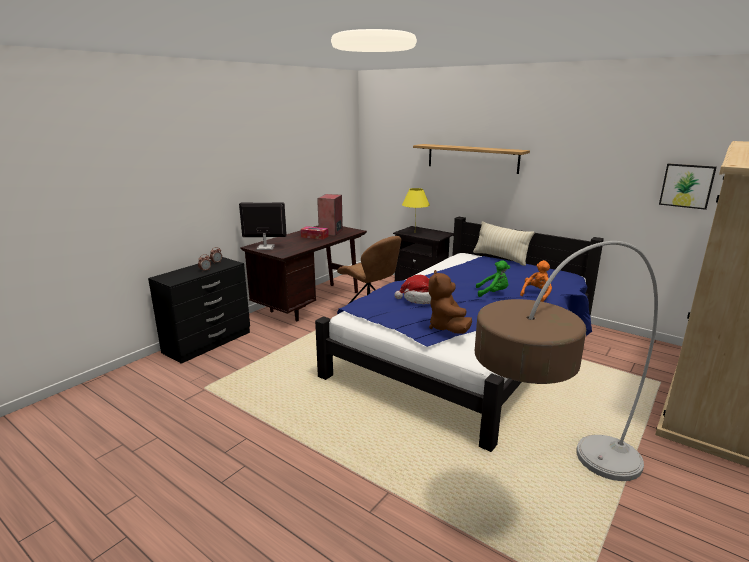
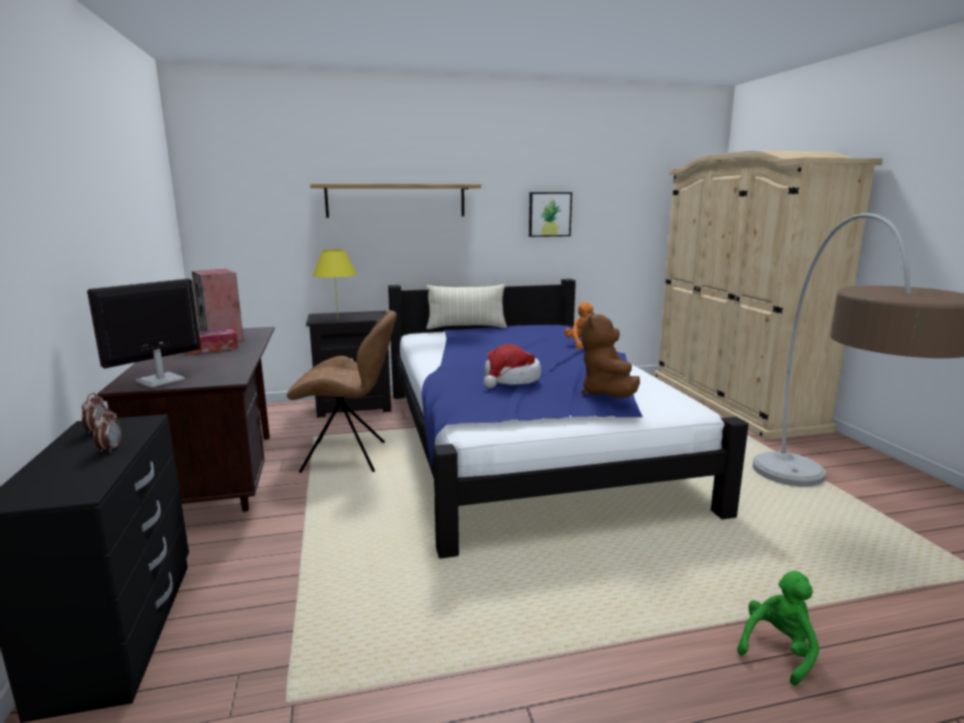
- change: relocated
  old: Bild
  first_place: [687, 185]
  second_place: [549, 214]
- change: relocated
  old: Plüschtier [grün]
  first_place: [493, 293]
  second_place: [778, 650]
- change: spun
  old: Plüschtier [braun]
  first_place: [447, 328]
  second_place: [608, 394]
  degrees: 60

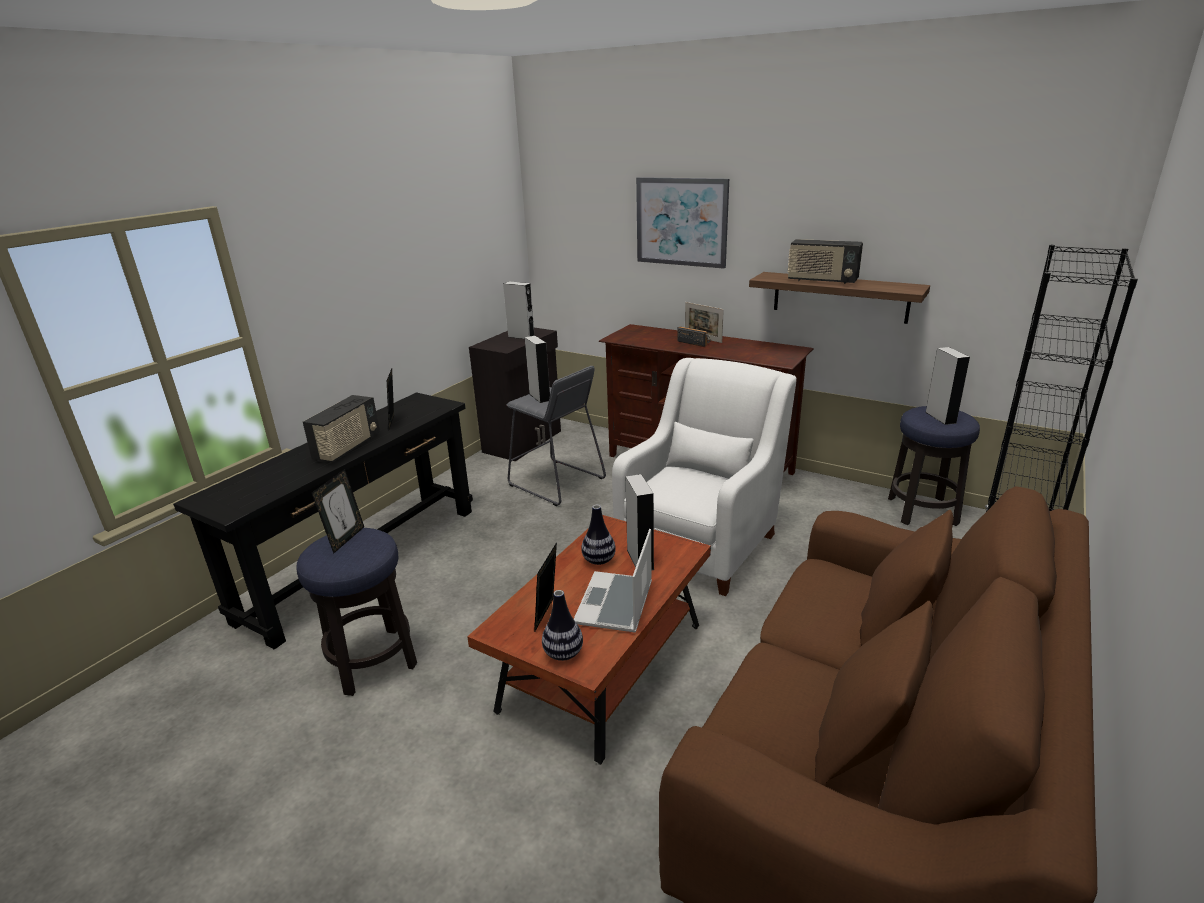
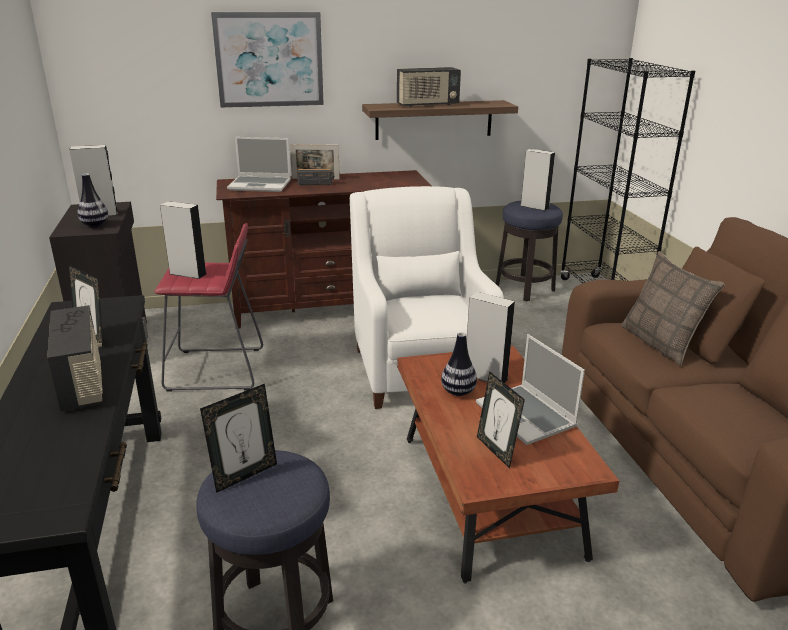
- change: colour
  old: Hocker [grau]
  new: Hocker [rot]
  first_place: [556, 482]
  second_place: [216, 369]
- change: spun
  old: Bilderrahmen
  first_place: [345, 539]
  second_place: [244, 475]
  degrees: 75
- change: relocated
  old: Vase
  first_place: [563, 654]
  second_place: [95, 225]
- change: appeared
  new: Laptop
  second_place: [261, 185]
- change: appeared
  new: Kissen
  second_place: [660, 343]

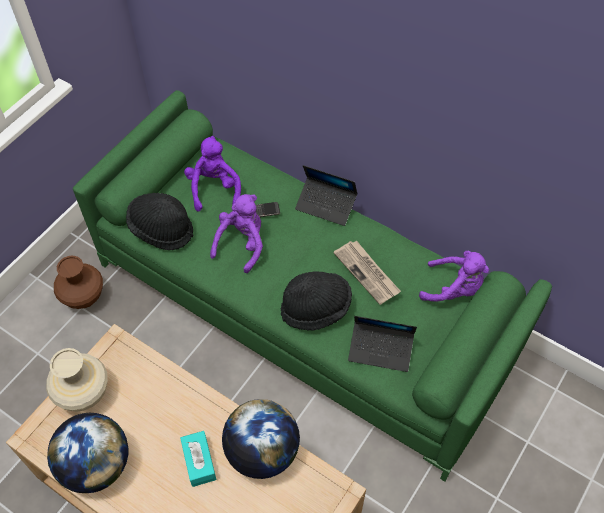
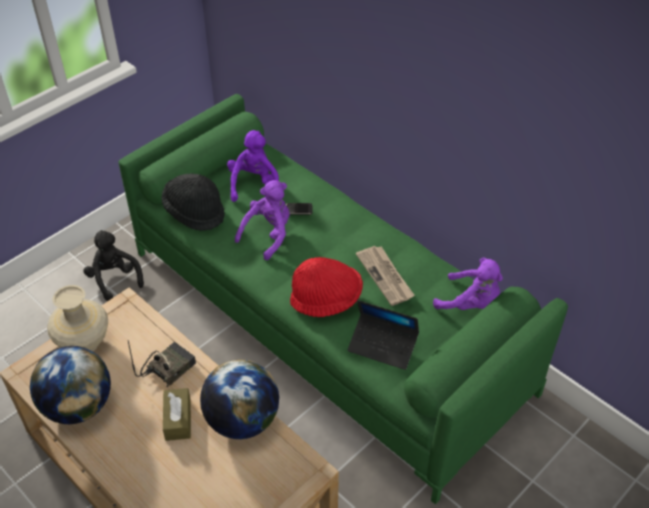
- change: missing
  old: Laptop
  first_place: [326, 205]
- change: exchanged
  old: Vase [braun]
  new: Plüschtier [schwarz]
  first_place: [84, 297]
  second_place: [114, 279]
- change: colour
  old: Hut [schwarz]
  new: Hut [rot]
  first_place: [316, 308]
  second_place: [326, 300]
- change: colour
  old: Taschentuchbox [türkis]
  new: Taschentuchbox [braun]
  first_place: [199, 462]
  second_place: [178, 419]
- change: appeared
  new: Radio
  second_place: [168, 367]

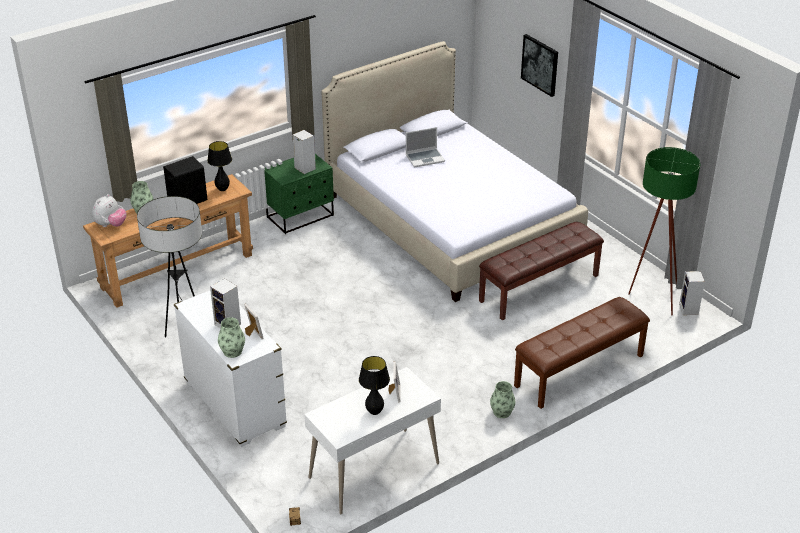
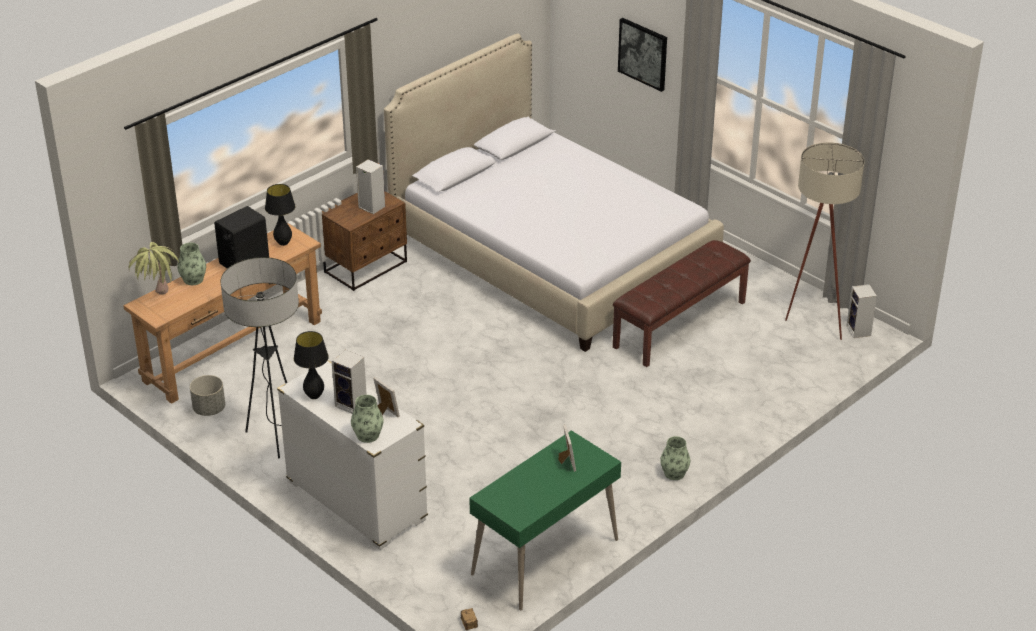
- change: missing
  old: Laptop
  first_place: [425, 158]
- change: colour
  old: Stehlampe [grün]
  new: Stehlampe [beige]
  first_place: [652, 297]
  second_place: [814, 321]
- change: colour
  old: Nachttisch [grün]
  new: Nachttisch [braun]
  first_place: [301, 216]
  second_place: [366, 267]
- change: exchanged
  old: Plüschtier
  new: Topfpflanze
  first_place: [111, 225]
  second_place: [158, 301]
- change: missing
  old: Bank [braun]
  first_place: [579, 371]
- change: relocated
  old: Tischlampe [schwarz]
  first_place: [374, 412]
  second_place: [314, 396]
- change: colour
  old: Schreibtisch [weiß]
  new: Schreibtisch [grün]
  first_place: [374, 471]
  second_place: [545, 557]
- change: appeared
  new: Pflanzkübel [grau]
  second_place: [209, 409]

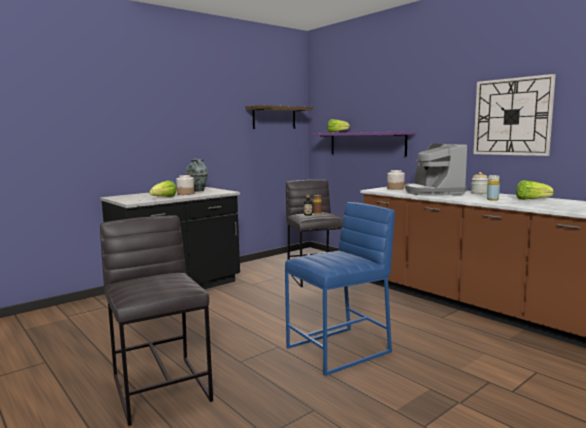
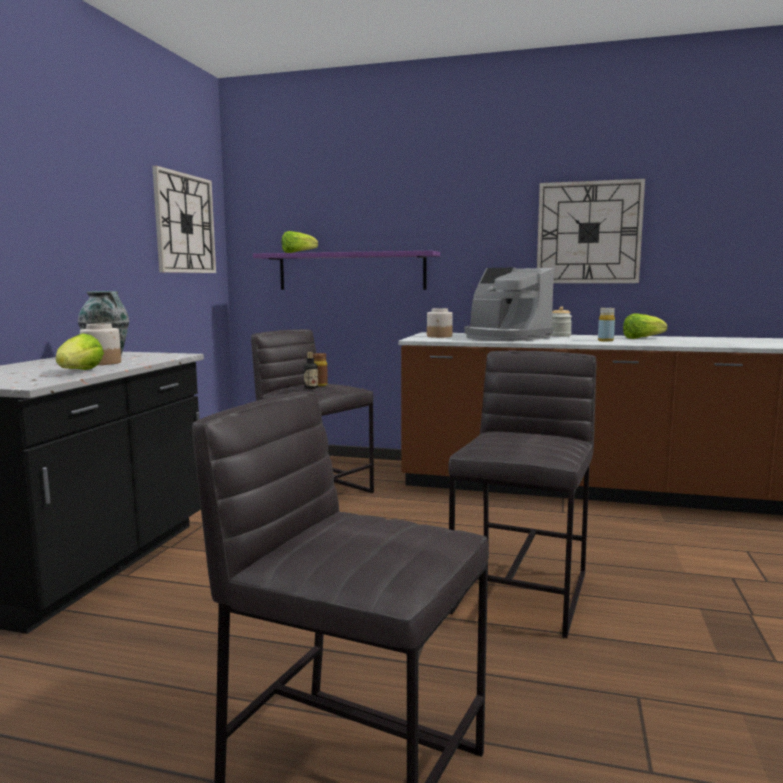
- change: exchanged
  old: Wandregal
  new: Wanduhr
  first_place: [274, 118]
  second_place: [185, 223]
- change: colour
  old: Hocker [blau]
  new: Hocker [grau]
  first_place: [339, 350]
  second_place: [522, 592]

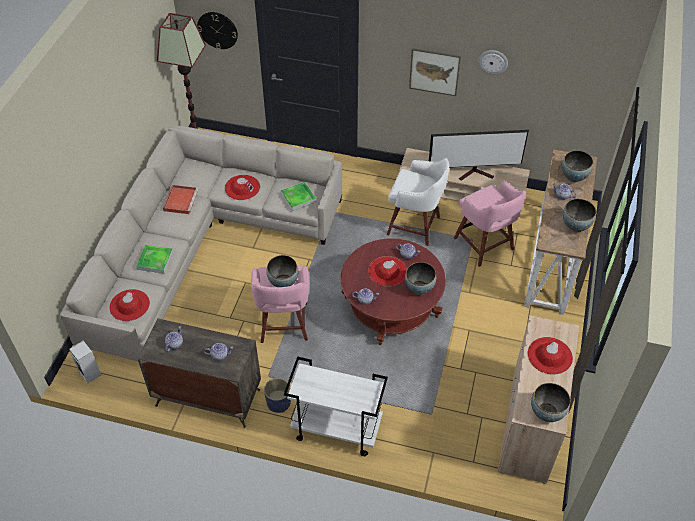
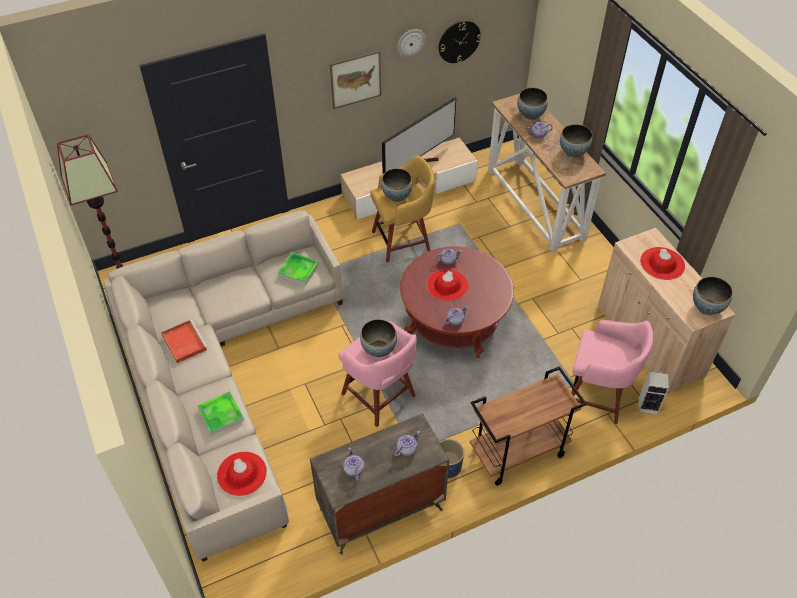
- change: relocated
  old: Wanduhr
  first_place: [217, 30]
  second_place: [459, 41]
- change: colour
  old: Hocker [weiß]
  new: Hocker [gelb]
  first_place: [415, 226]
  second_place: [403, 241]
- change: missing
  old: Hut [rot]
  first_place: [242, 187]
- change: relocated
  old: Hocker [rosa]
  first_place: [484, 245]
  second_place: [597, 396]
- change: relocated
  old: Schüssel
  first_place: [419, 288]
  second_place: [396, 196]
- change: relocated
  old: Lautsprecher
  first_place: [91, 374]
  second_place: [649, 405]
- change: colour
  old: Rollwagen [weiß]
  new: Rollwagen [braun]
  first_place: [335, 430]
  second_place: [517, 453]

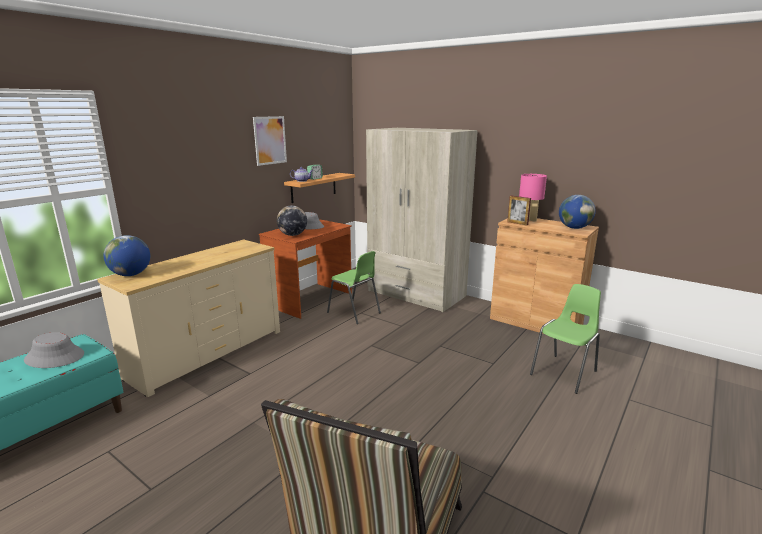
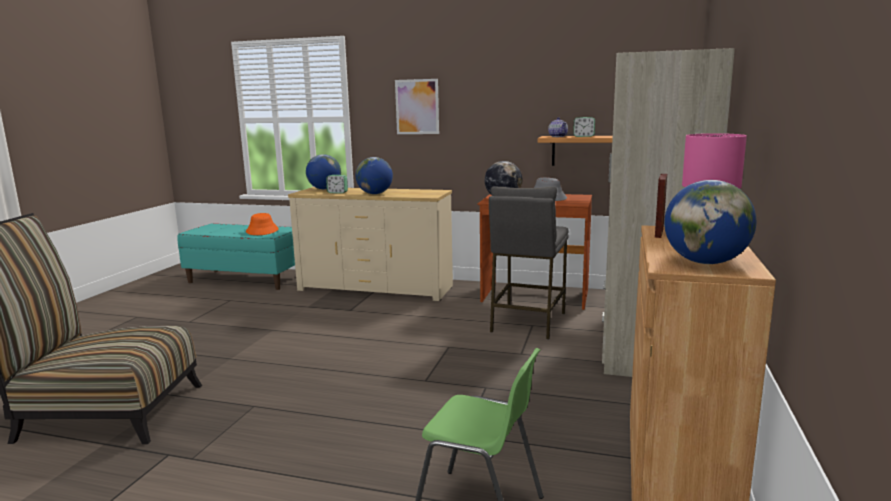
- change: relocated
  old: Bild
  first_place: [270, 140]
  second_place: [417, 107]
- change: exchanged
  old: Stuhl [grün]
  new: Hocker [grau]
  first_place: [354, 313]
  second_place: [527, 322]
- change: colour
  old: Hut [grau]
  new: Hut [orange]
  first_place: [55, 357]
  second_place: [262, 231]
- change: appeared
  new: Globus
  second_place: [375, 194]
- change: appeared
  new: Wecker
  second_place: [337, 192]

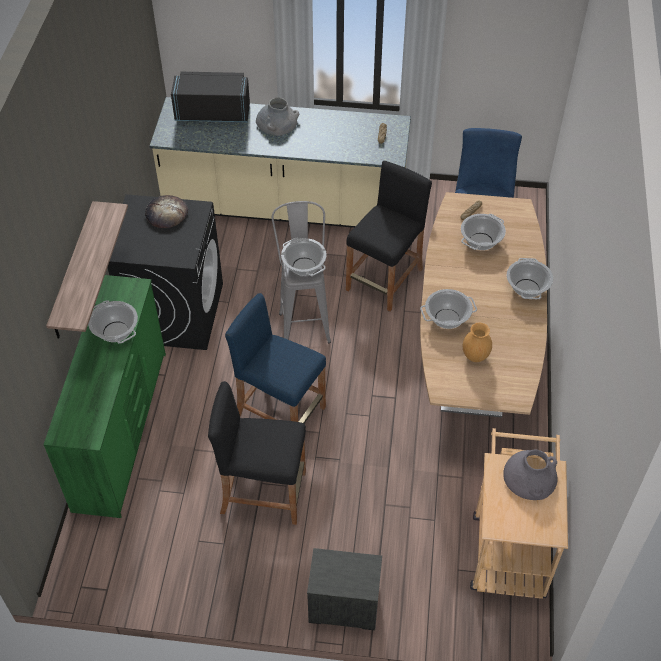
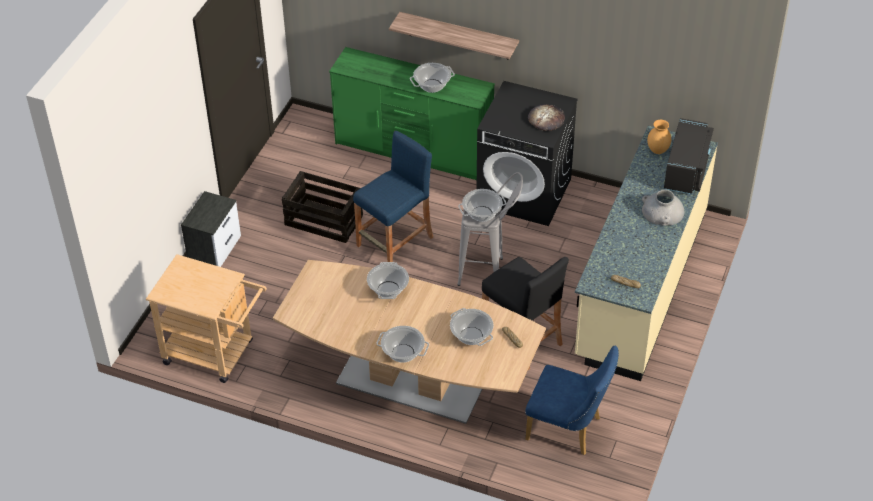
- change: relocated
  old: Vase [braun]
  first_place: [475, 356]
  second_place: [658, 150]
- change: exchanged
  old: Hocker [schwarz]
  new: Kiste
  first_place: [263, 493]
  second_place: [324, 220]
- change: missing
  old: Vase [grau]
  first_place: [530, 476]

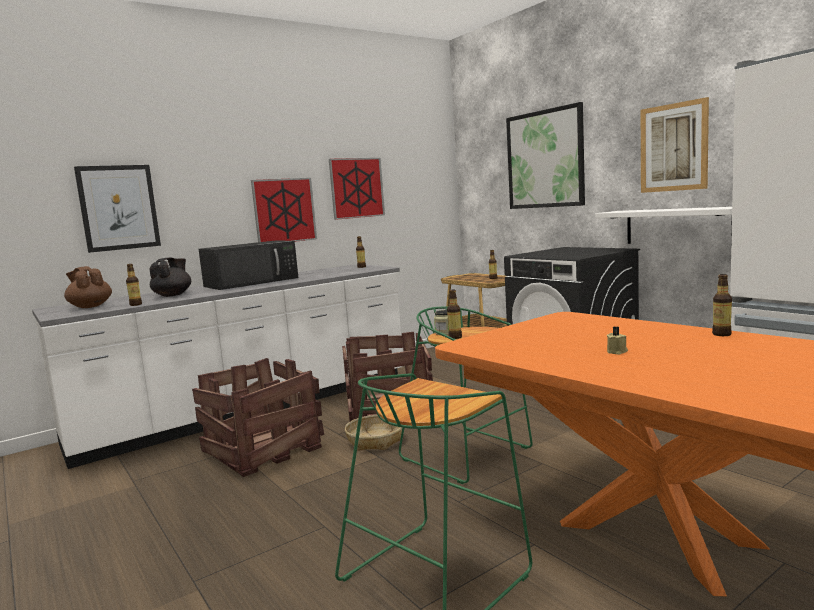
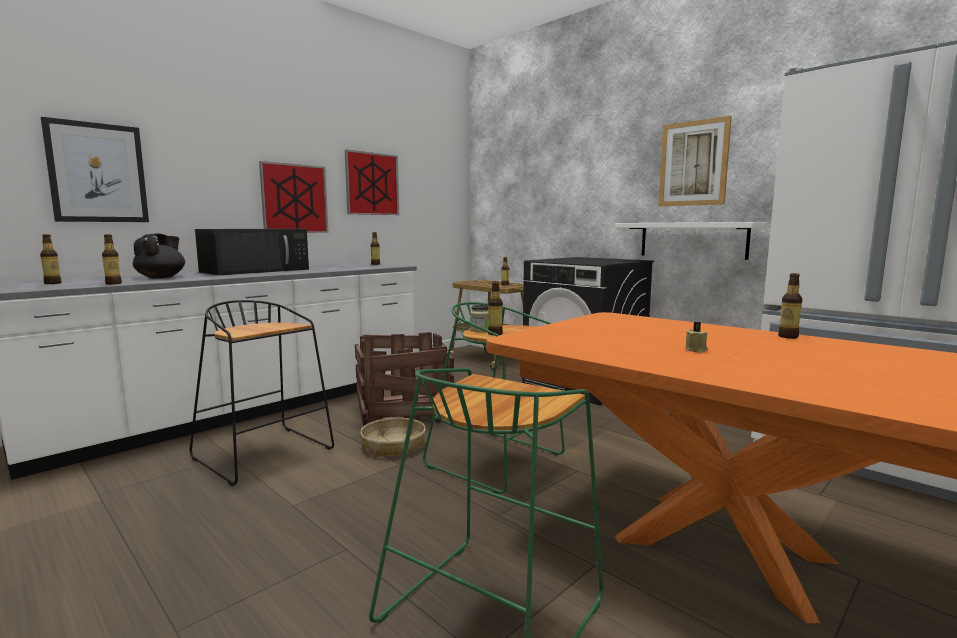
- change: missing
  old: Bild
  first_place: [545, 159]
- change: exchanged
  old: Teekanne [braun]
  new: Flasche
  first_place: [90, 306]
  second_place: [53, 283]
- change: exchanged
  old: Kiste
  new: Hocker [schwarz]
  first_place: [264, 448]
  second_place: [266, 454]

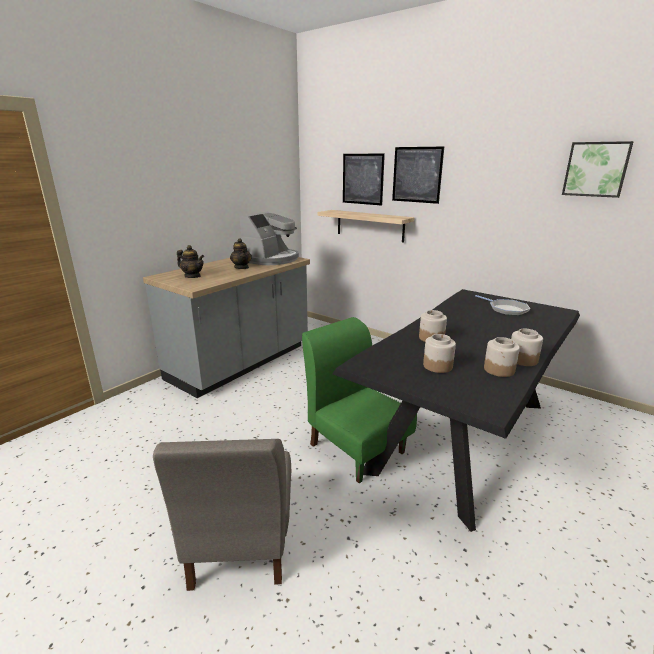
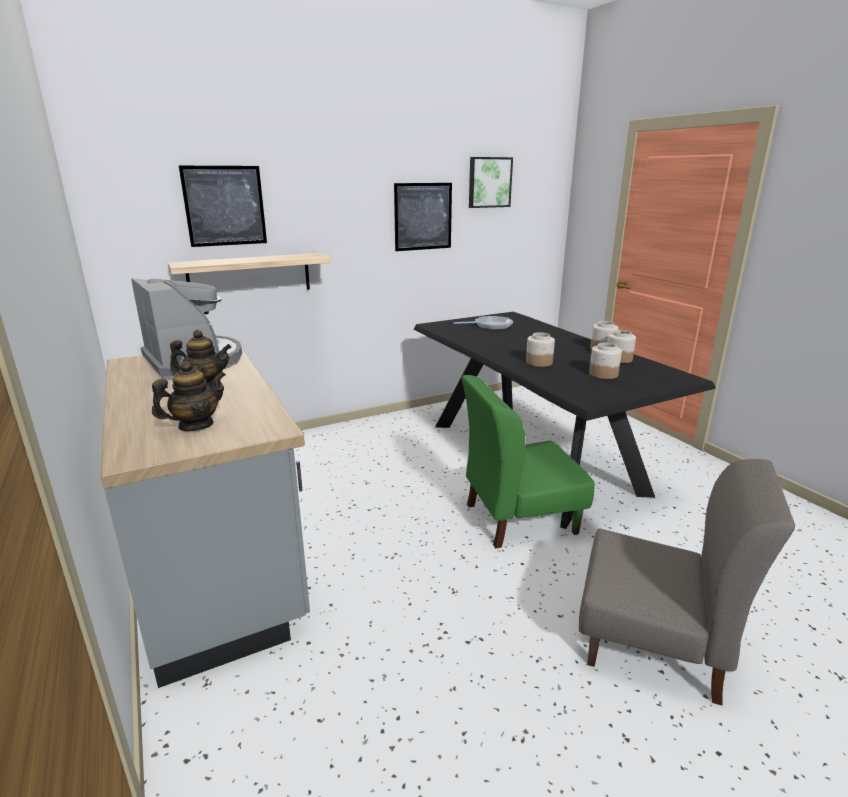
- change: relocated
  old: Bild
  first_place: [417, 175]
  second_place: [423, 216]

